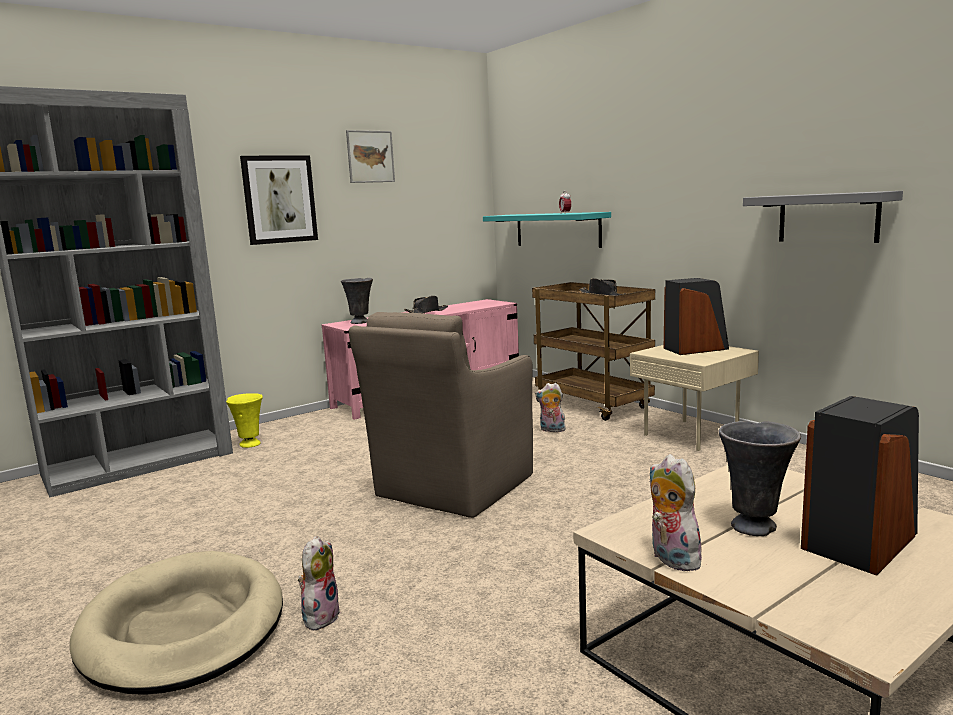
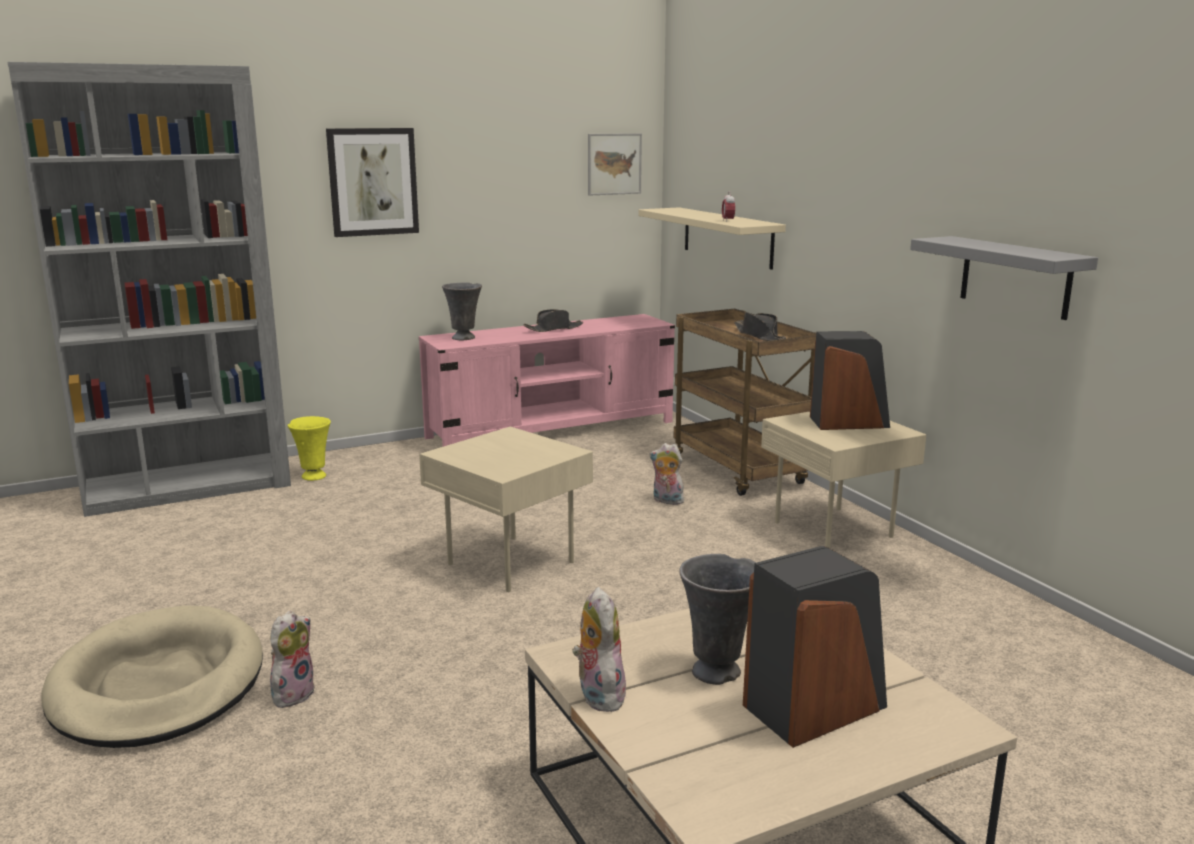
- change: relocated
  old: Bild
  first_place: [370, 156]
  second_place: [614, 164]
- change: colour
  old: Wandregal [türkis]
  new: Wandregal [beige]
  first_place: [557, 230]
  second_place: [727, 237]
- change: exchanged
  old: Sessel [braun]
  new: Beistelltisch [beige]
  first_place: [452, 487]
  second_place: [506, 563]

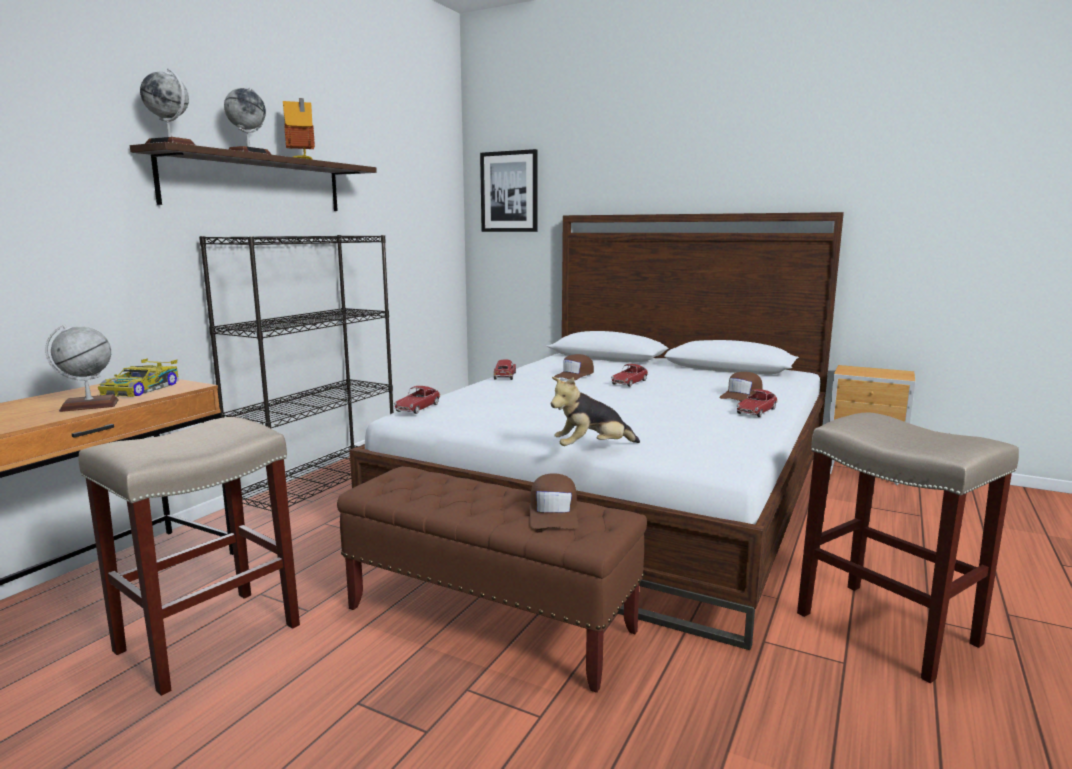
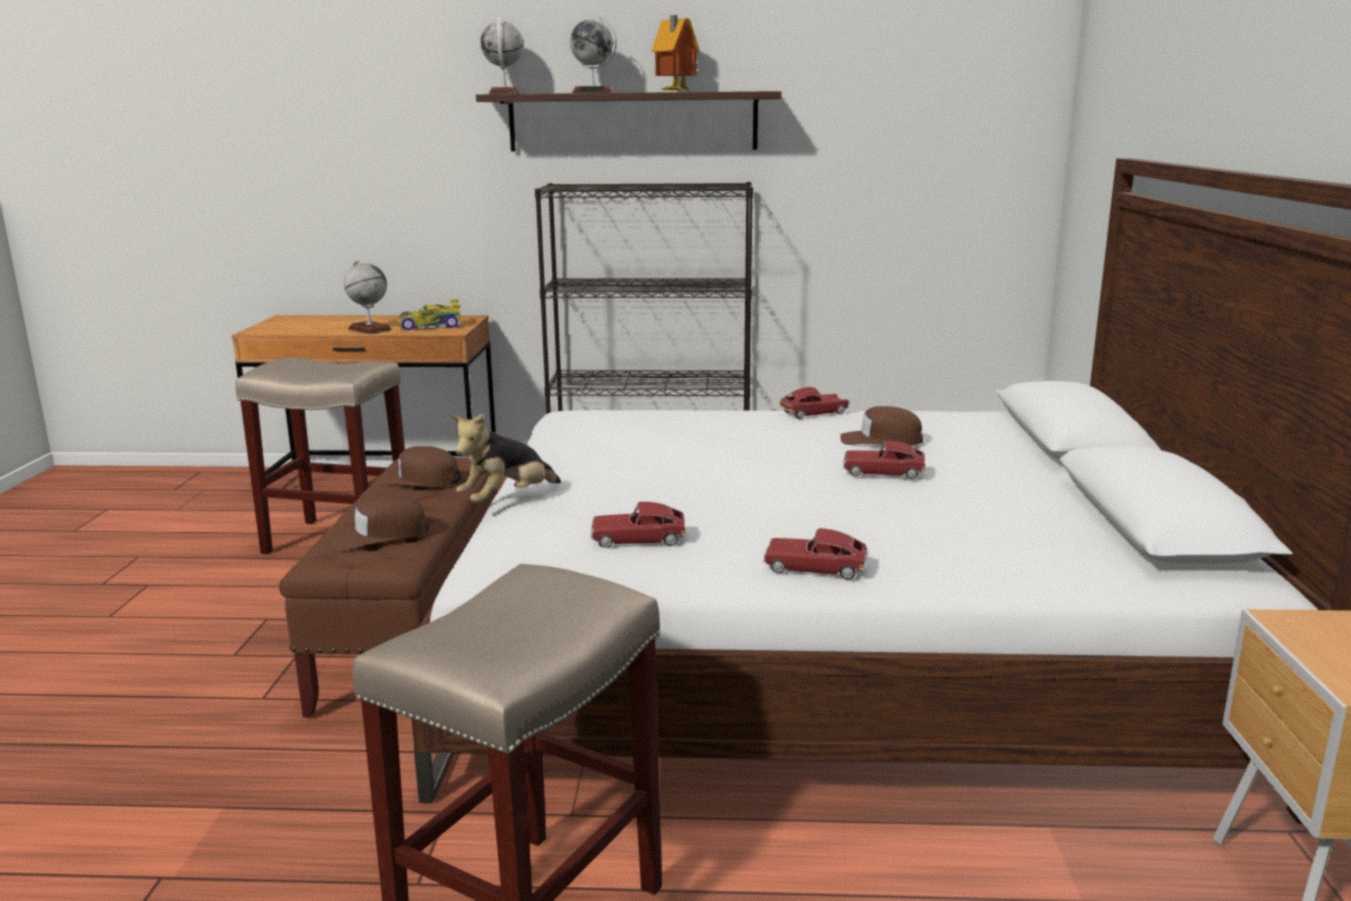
- change: missing
  old: Bild
  first_place: [509, 192]
- change: relocated
  old: Kappe [braun]
  first_place: [742, 395]
  second_place: [420, 480]
- change: spun
  old: Plüschtier
  first_place: [592, 449]
  second_place: [507, 500]
  degrees: -90
- change: relocated
  old: Spielzeugauto
  first_place: [417, 408]
  second_place: [638, 539]

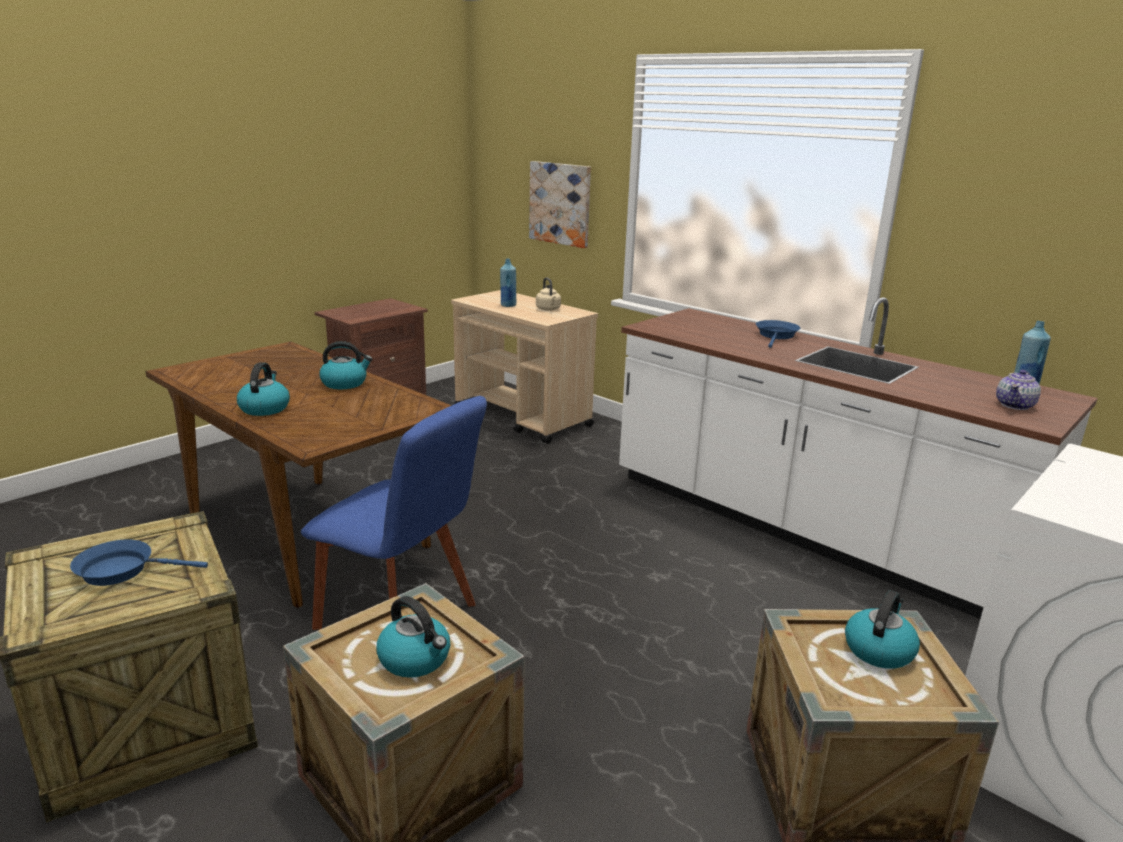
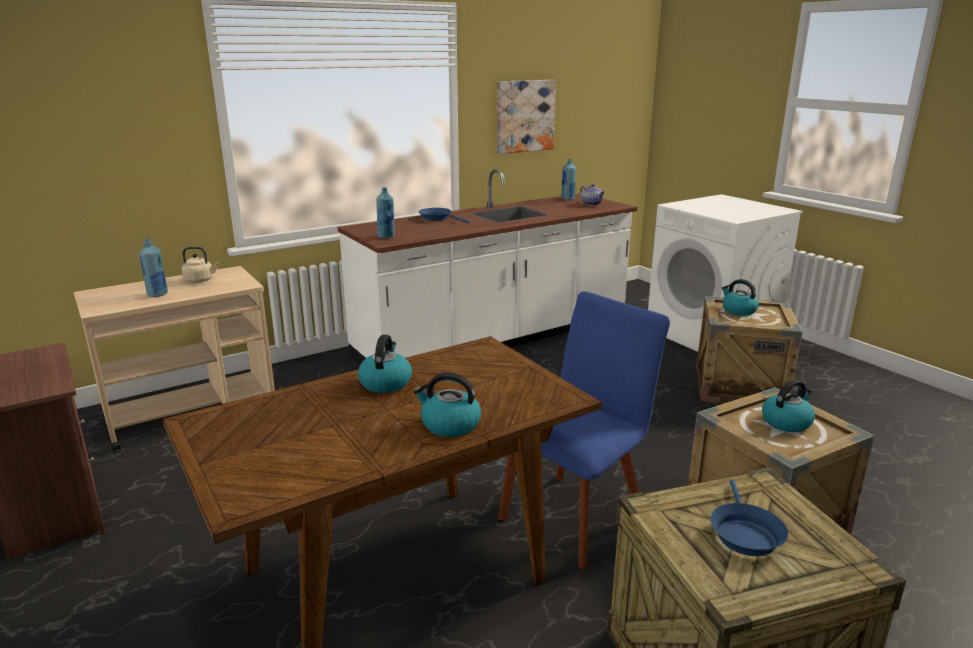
- change: relocated
  old: Bild
  first_place: [560, 203]
  second_place: [524, 116]
- change: appeared
  new: Flasche [blau]
  second_place: [386, 237]

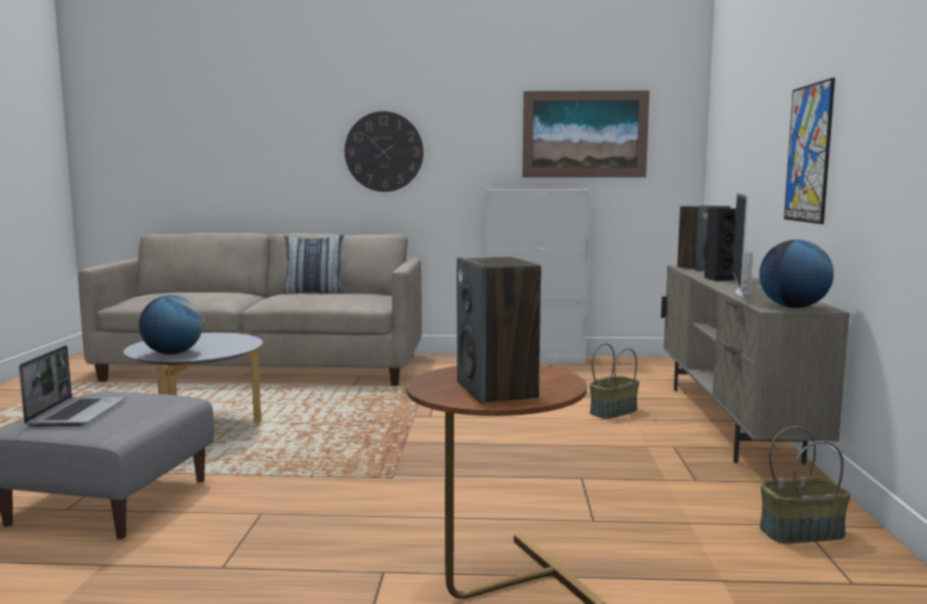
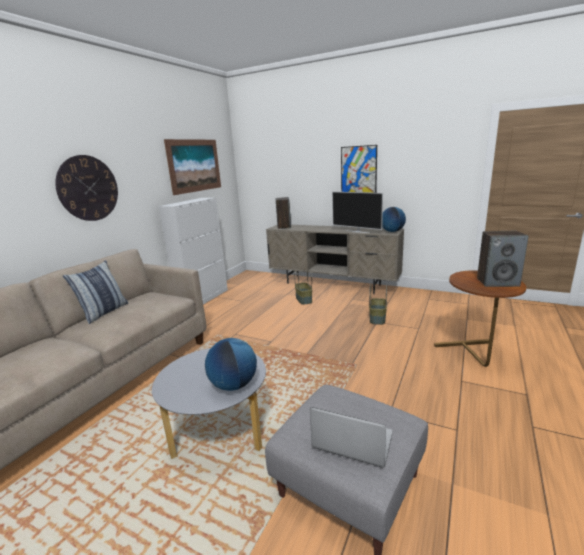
- change: missing
  old: Lautsprecher [schwarz]
  first_place: [720, 279]
- change: relocated
  old: Korb
  first_place: [801, 532]
  second_place: [377, 318]

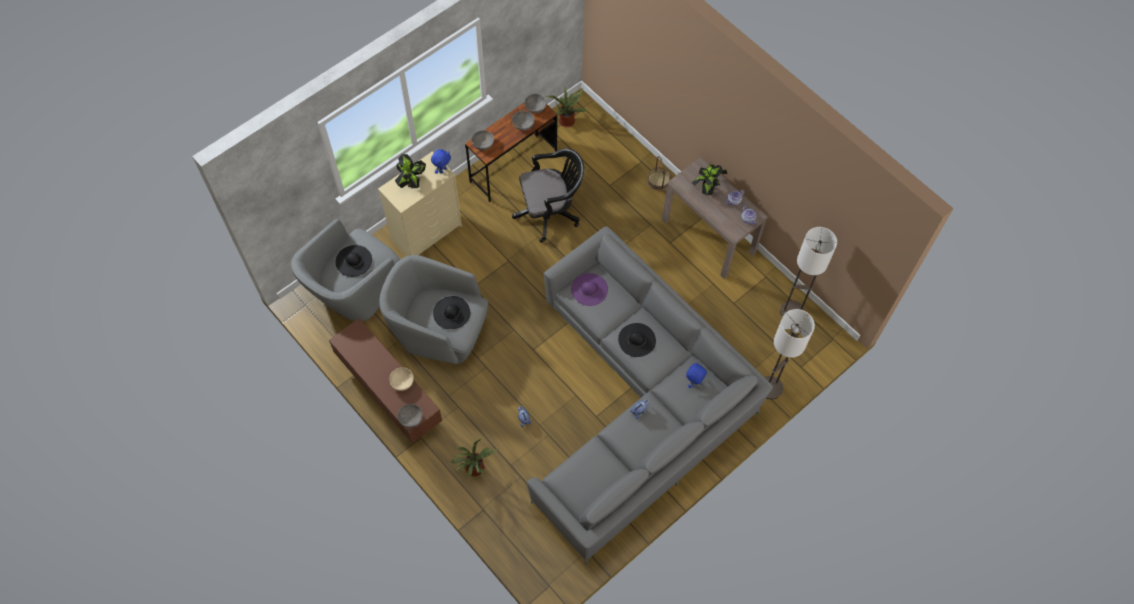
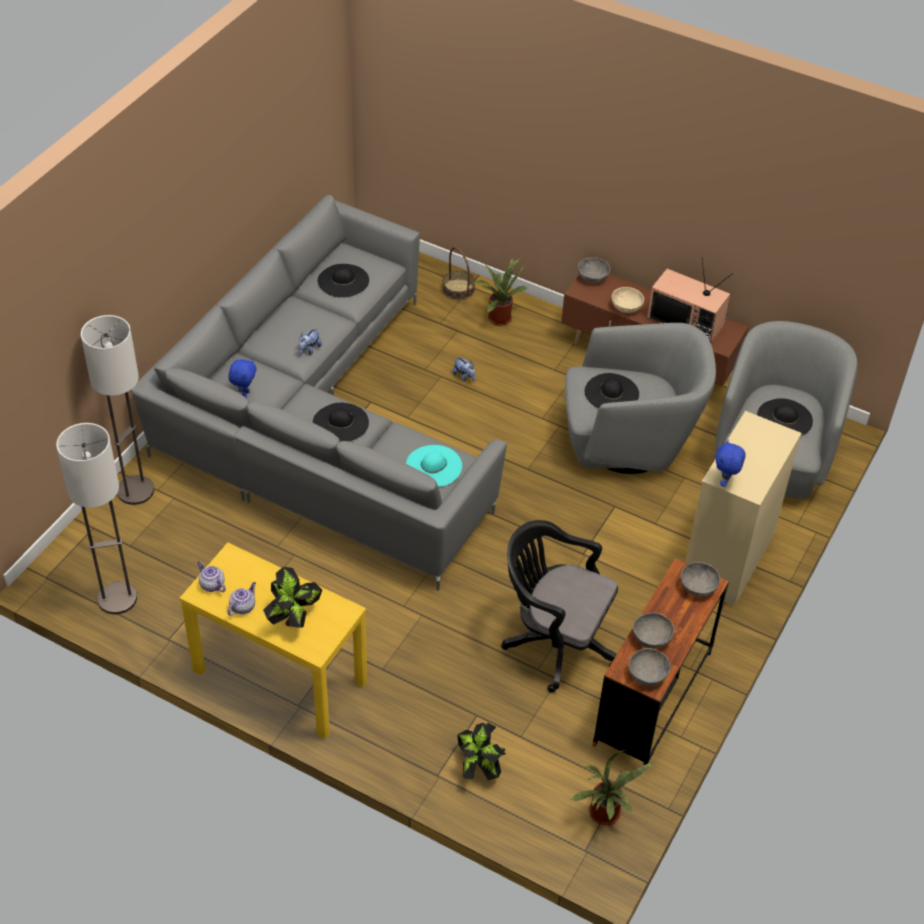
- change: spun
  old: Bürostuhl [schwarz]
  first_place: [550, 212]
  second_place: [555, 642]
  degrees: 60
- change: relocated
  old: Topfpflanze
  first_place: [411, 182]
  second_place: [479, 767]
- change: relocated
  old: Korb
  first_place: [658, 181]
  second_place: [458, 289]
- change: colour
  old: Konsolentisch [braun]
  new: Konsolentisch [gelb]
  first_place: [708, 236]
  second_place: [279, 676]
- change: colour
  old: Hut [lila]
  new: Hut [türkis]
  first_place: [589, 289]
  second_place: [433, 466]
- change: appeared
  new: Fernseher
  second_place: [687, 321]
- change: appeared
  new: Hut [schwarz]
  second_place: [343, 280]

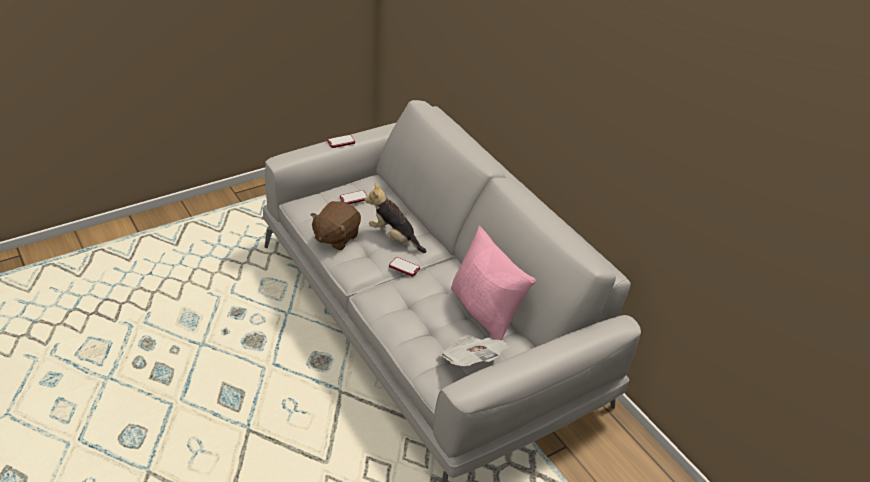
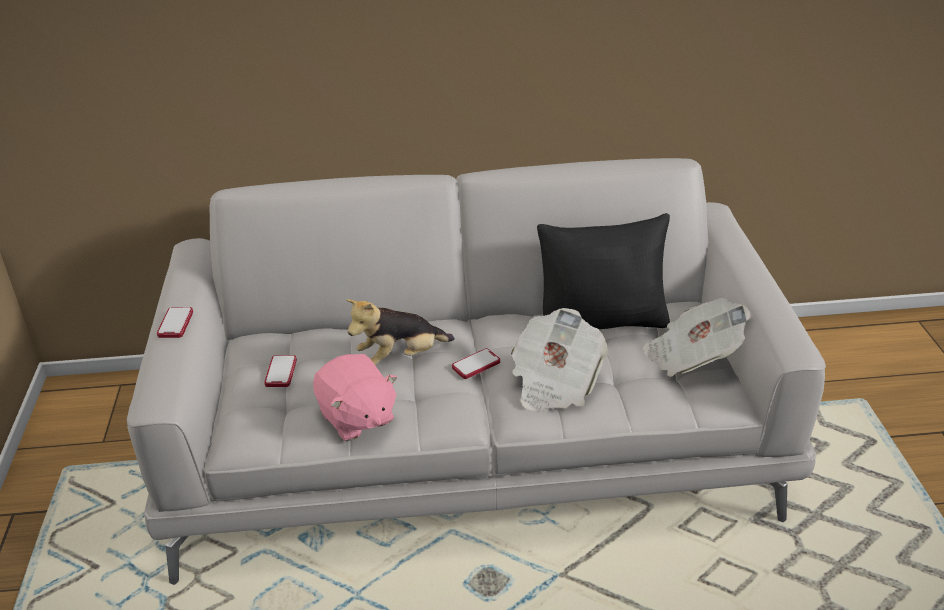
- change: colour
  old: Plüschtier [braun]
  new: Plüschtier [rosa]
  first_place: [336, 237]
  second_place: [356, 418]
- change: colour
  old: Kissen [rosa]
  new: Kissen [schwarz]
  first_place: [485, 312]
  second_place: [603, 321]
- change: appeared
  new: Zeitung
  second_place: [554, 382]

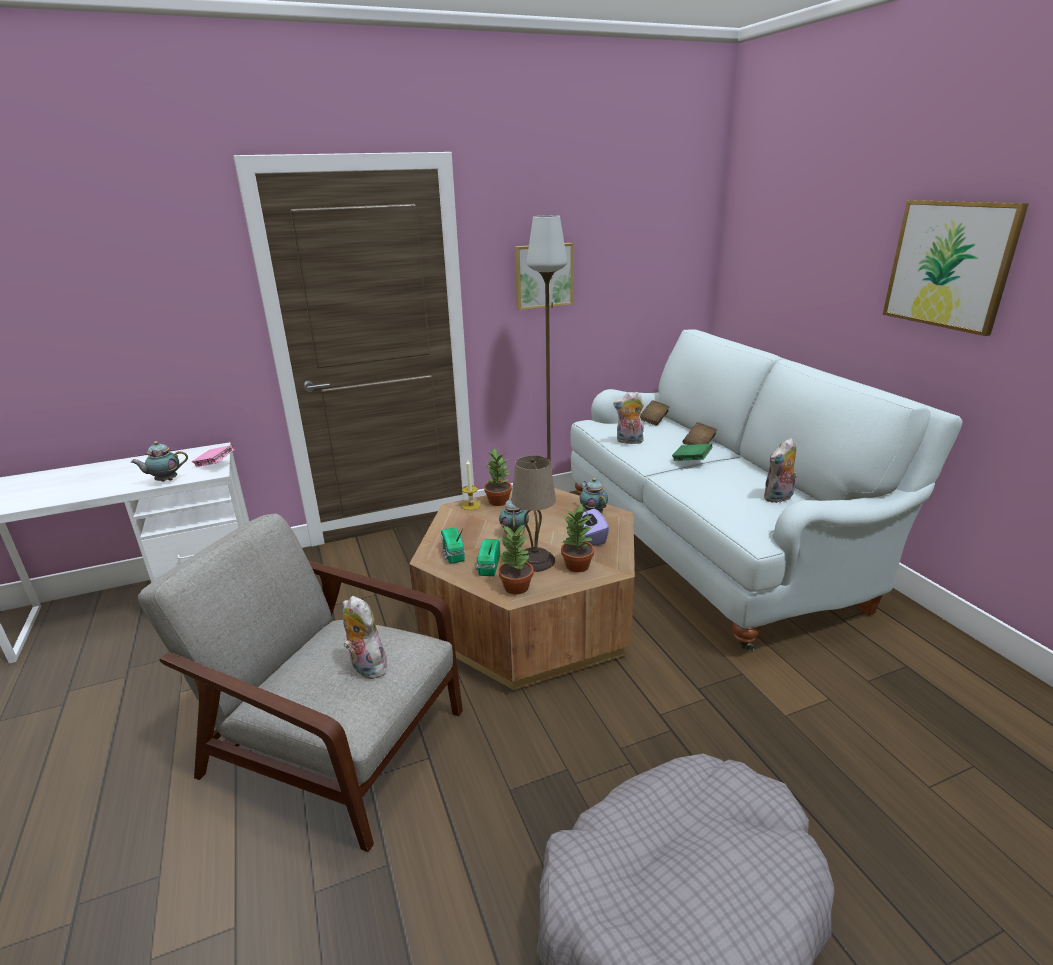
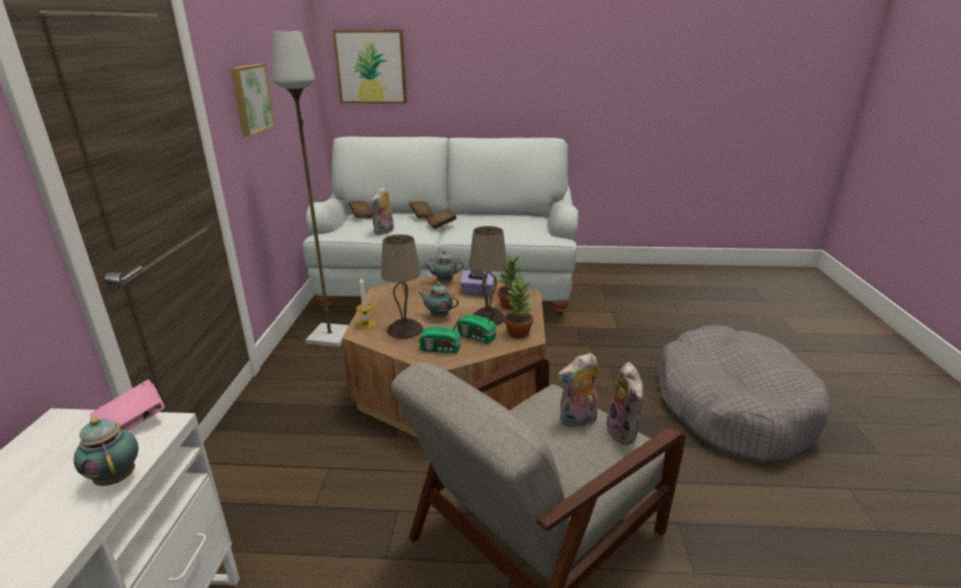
- change: relocated
  old: Bild
  first_place: [950, 265]
  second_place: [371, 67]
- change: relocated
  old: Plüschtier
  first_place: [778, 498]
  second_place: [625, 433]
- change: spun
  old: Teekanne
  first_place: [165, 481]
  second_place: [116, 477]
  degrees: 135
- change: colour
  old: Buch [grün]
  new: Buch [braun]
  first_place: [691, 460]
  second_place: [441, 225]
- change: missing
  old: Topfpflanze
  first_place: [498, 501]
- change: appeared
  new: Tischlampe [beige]
  second_place: [405, 329]

